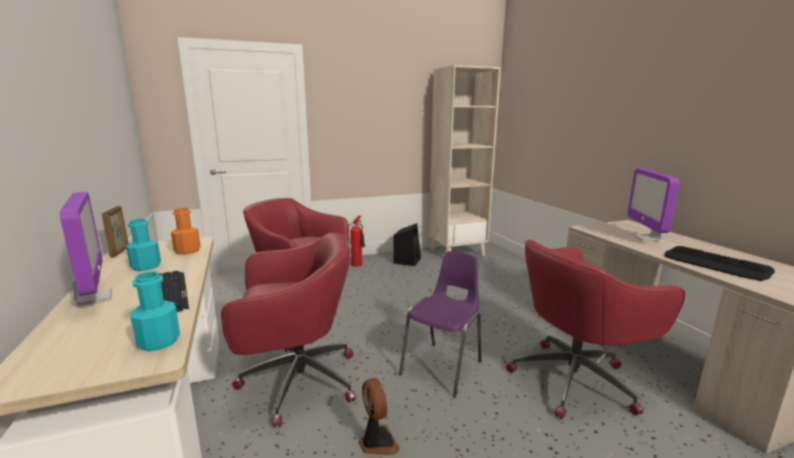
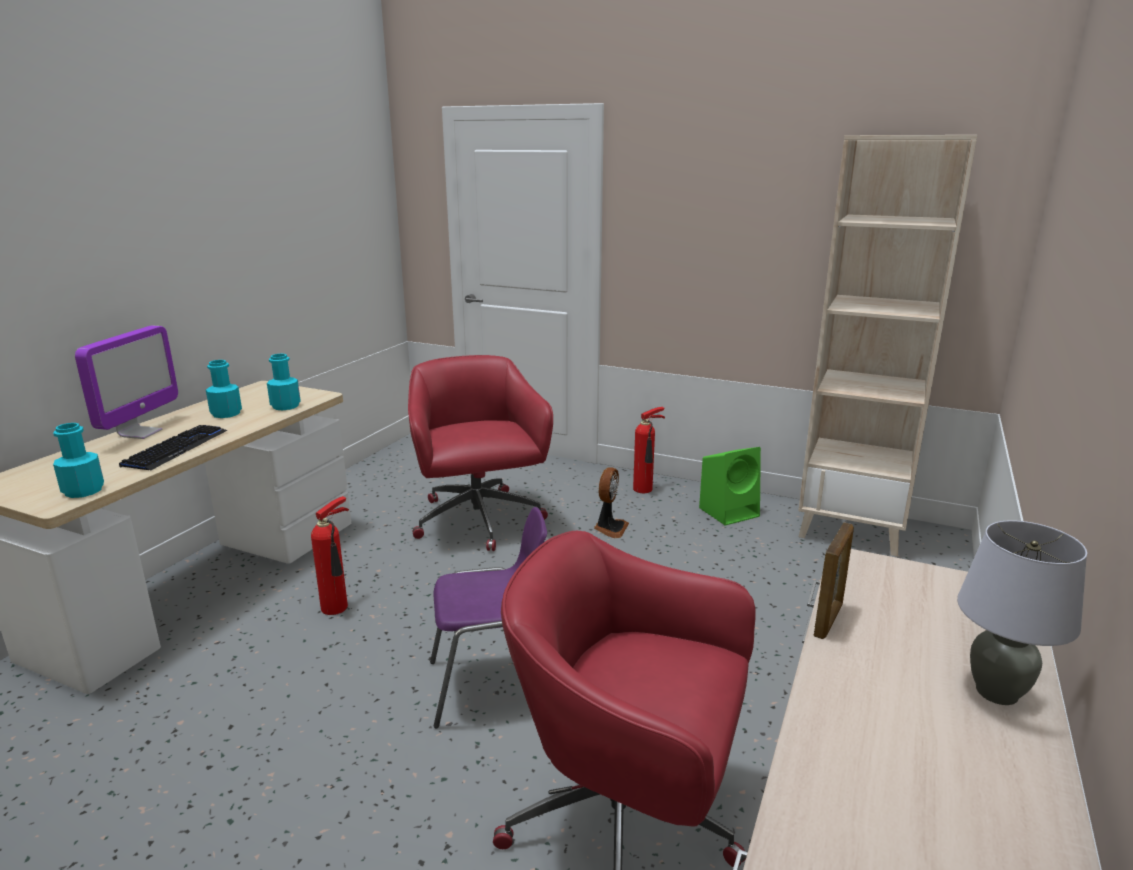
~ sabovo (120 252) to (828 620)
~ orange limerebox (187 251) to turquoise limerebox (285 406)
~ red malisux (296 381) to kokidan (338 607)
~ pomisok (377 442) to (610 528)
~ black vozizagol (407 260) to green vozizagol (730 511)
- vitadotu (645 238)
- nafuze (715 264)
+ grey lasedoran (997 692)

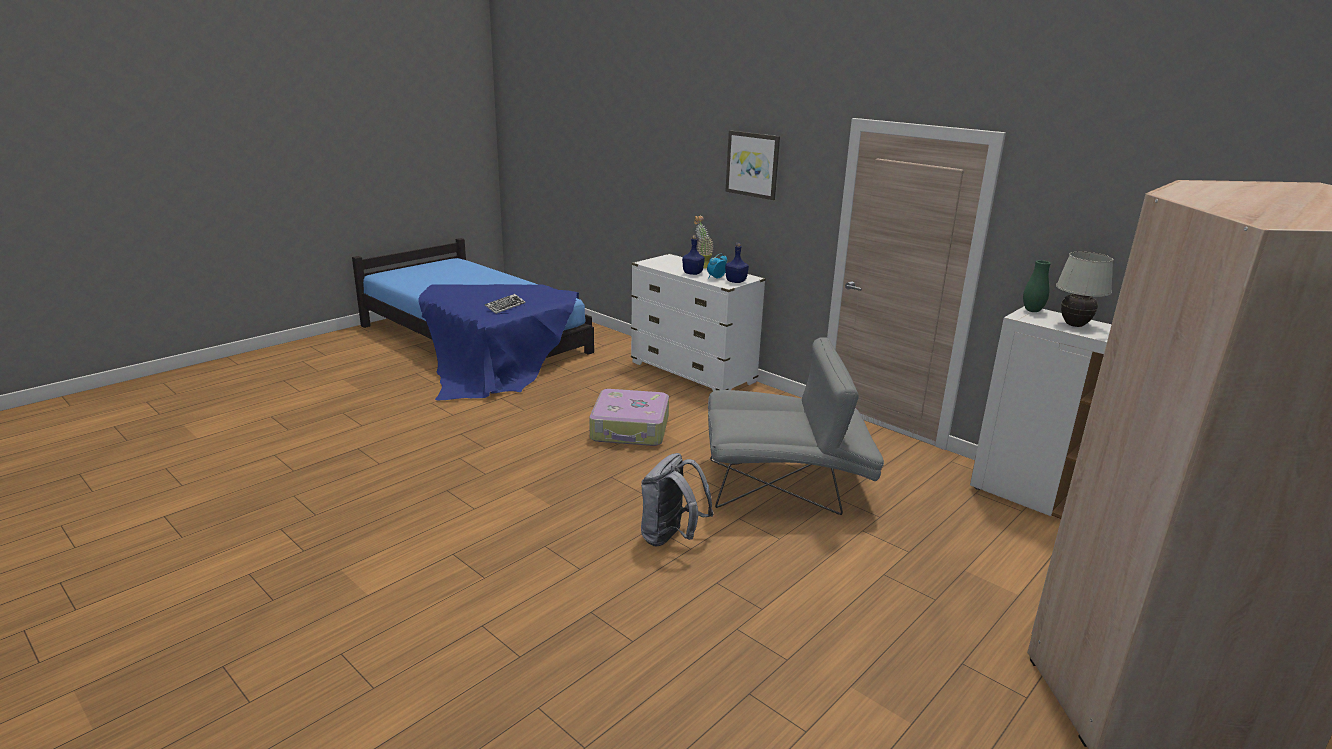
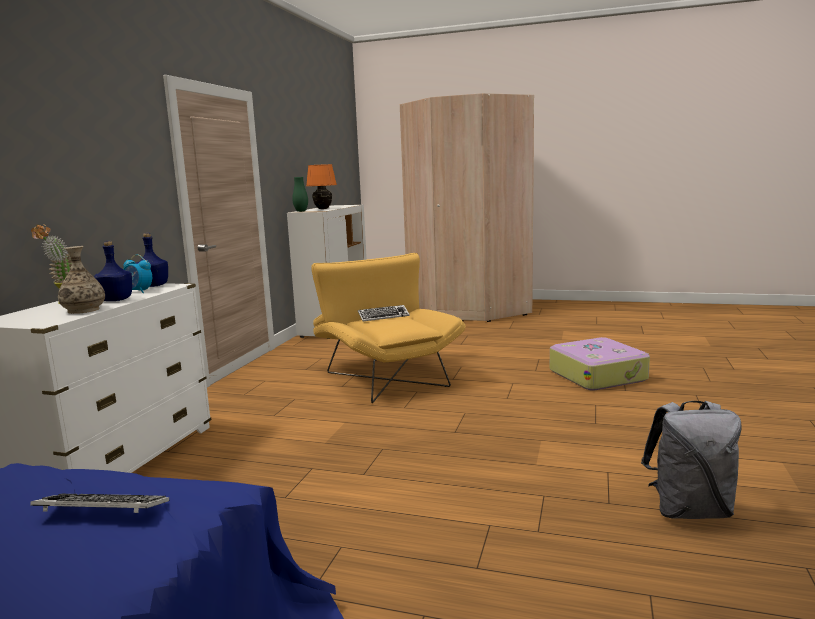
~ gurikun (630 429) to (598 375)
~ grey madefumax (671 538) to (689 510)
~ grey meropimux (785 485) to yellow meropimux (384 376)
- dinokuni (753 164)
~ white lasedoran (1074 325) to orange lasedoran (323 209)
+ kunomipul (83 310)
+ nafuze (383 316)

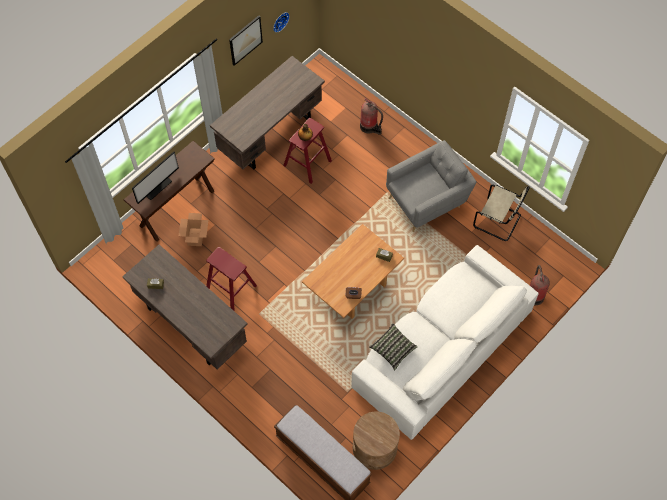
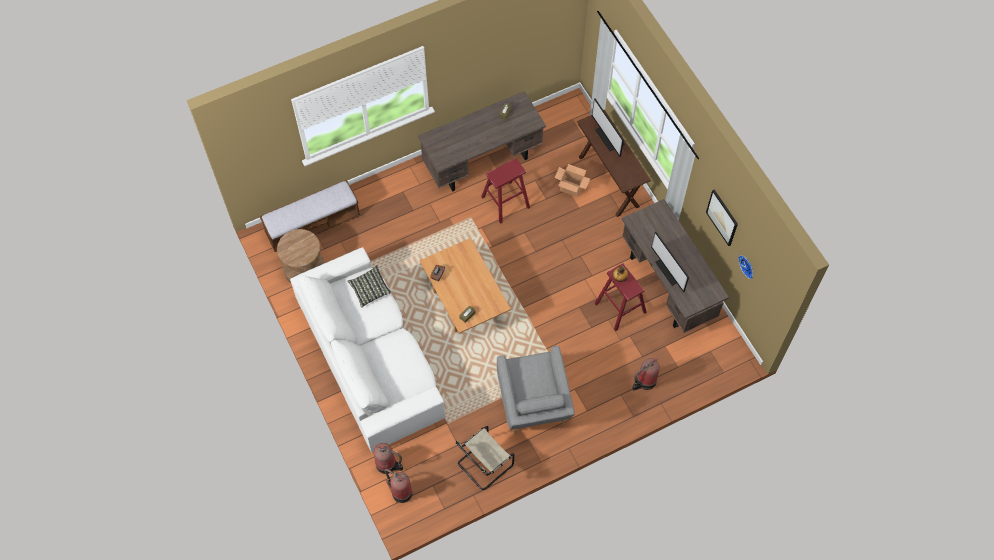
+ kokidan (400 492)
+ vitadotu (670 270)

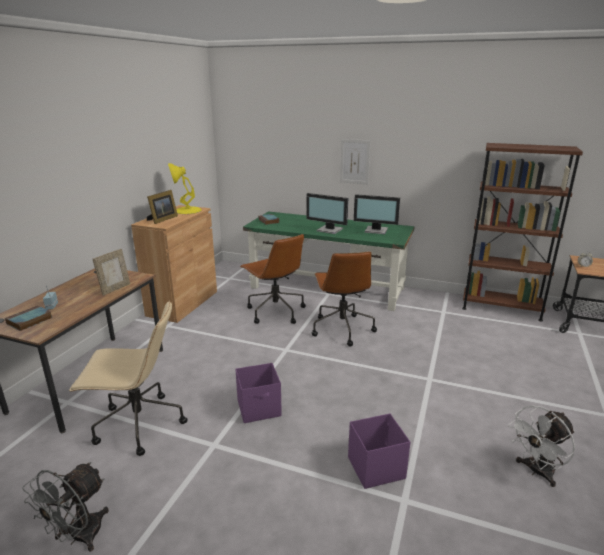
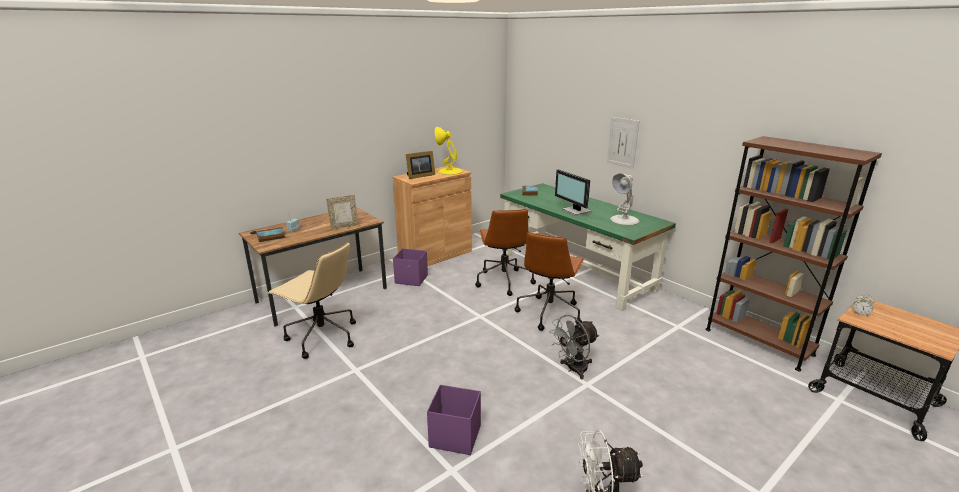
~ grey pomisok (79 537) to (573 369)
~ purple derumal (259 408) to (411 279)
~ vitadotu (376 231) to white lasedoran (624 220)

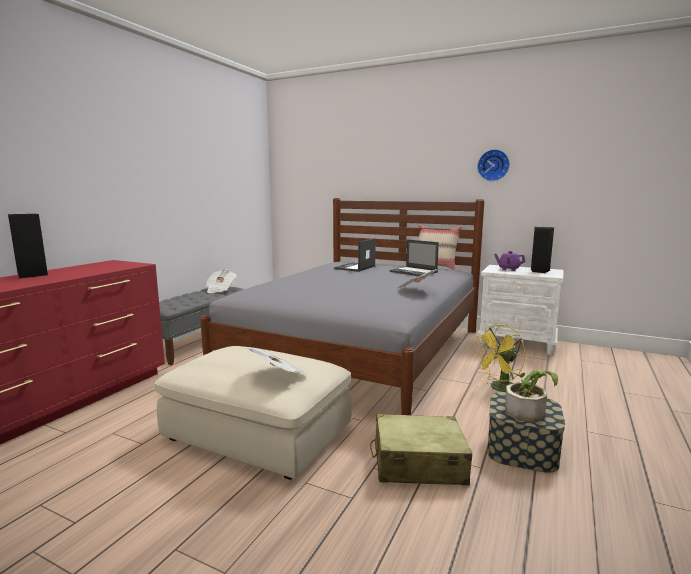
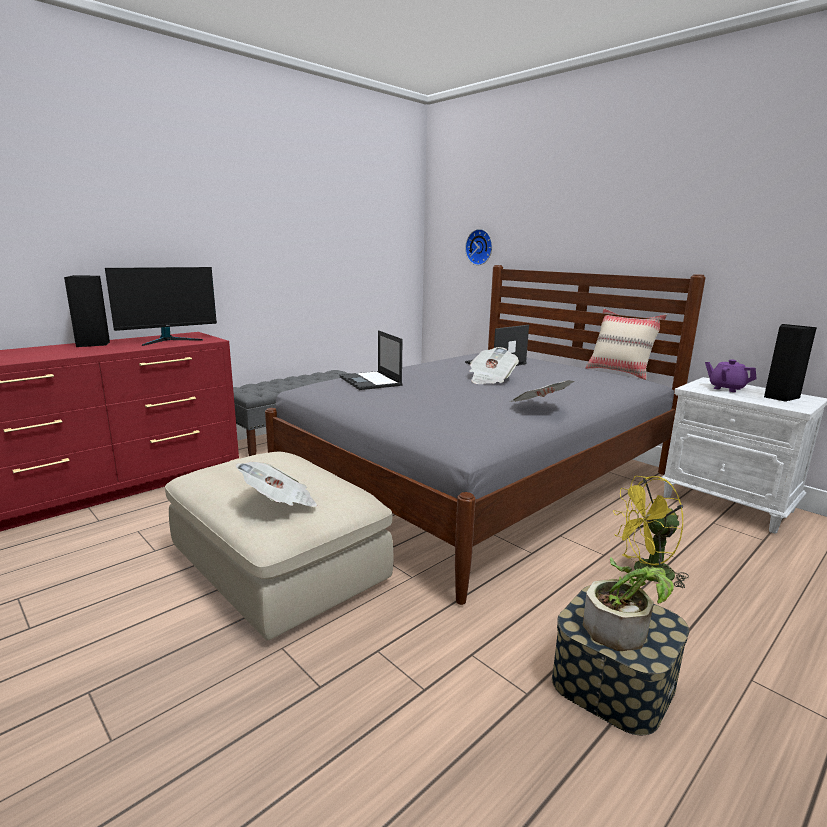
~ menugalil (220 289) to (490 379)
- beige gurikun (418 463)
~ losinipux (414 272) to (370 381)
~ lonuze (493 165) to (480 247)
+ vitadotu (169 340)

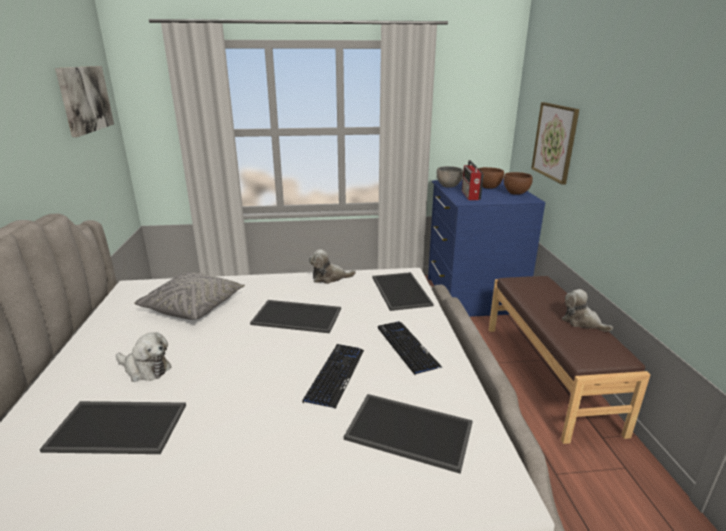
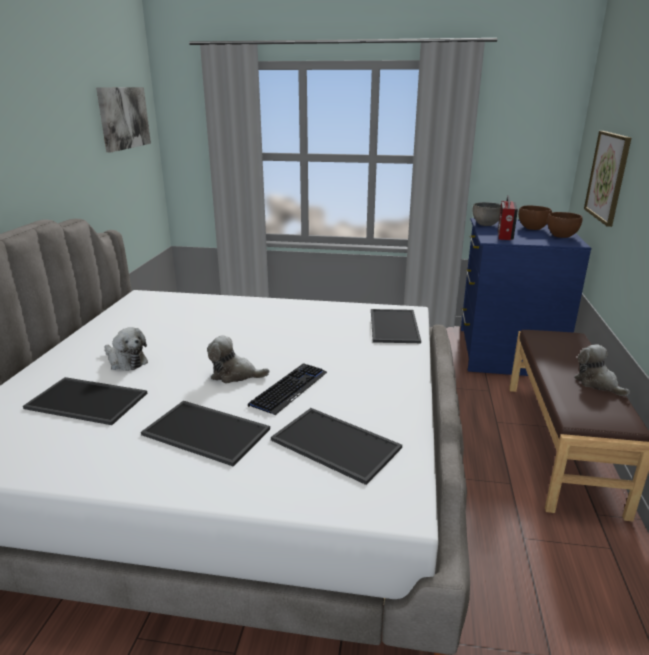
- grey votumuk (194 306)
~ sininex (298 316) to (208 431)
~ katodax (329 278) to (235 375)
- nafuze (407 347)

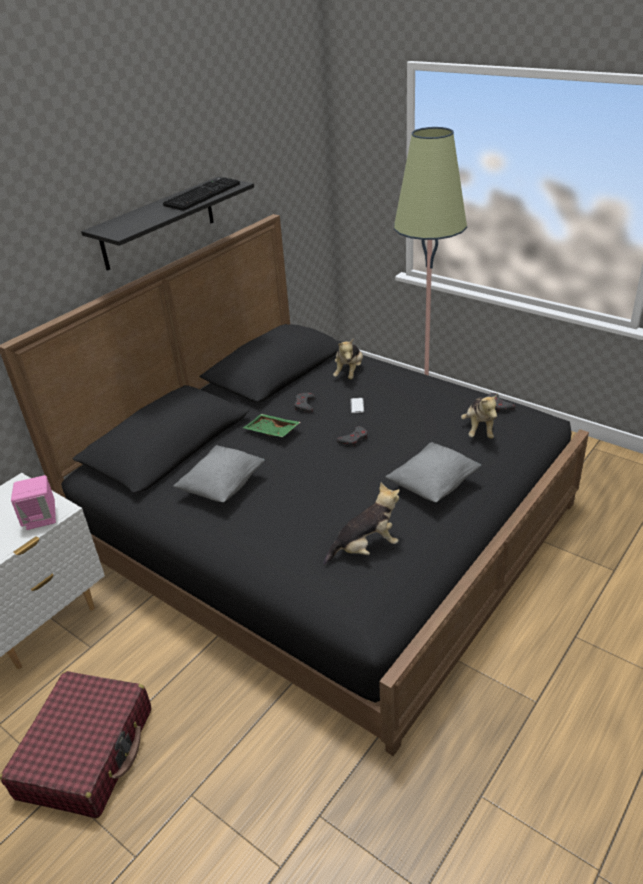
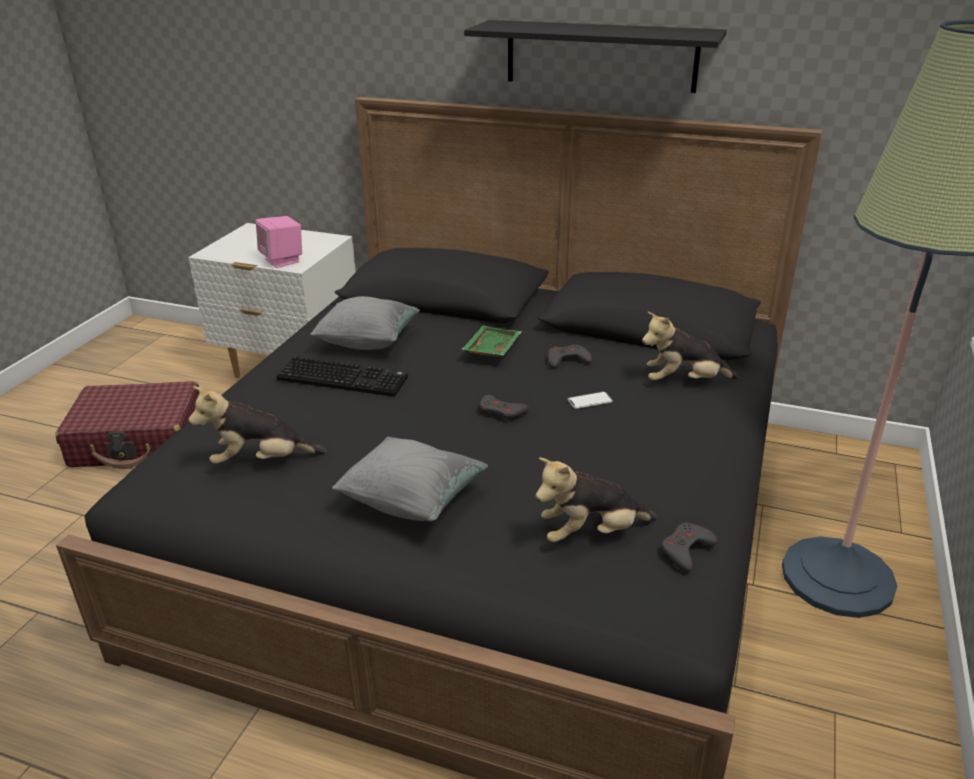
~ nafuze (202 194) to (344 377)
~ katodax (365 548) = (261 461) 120 degrees clockwise

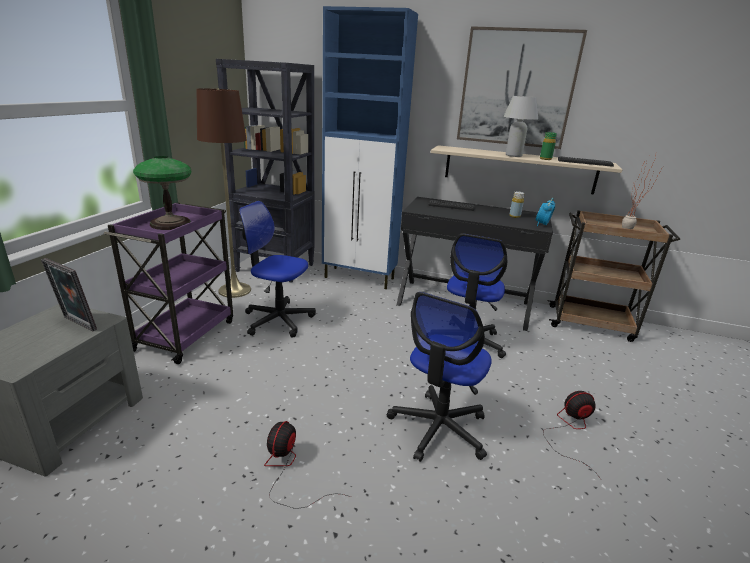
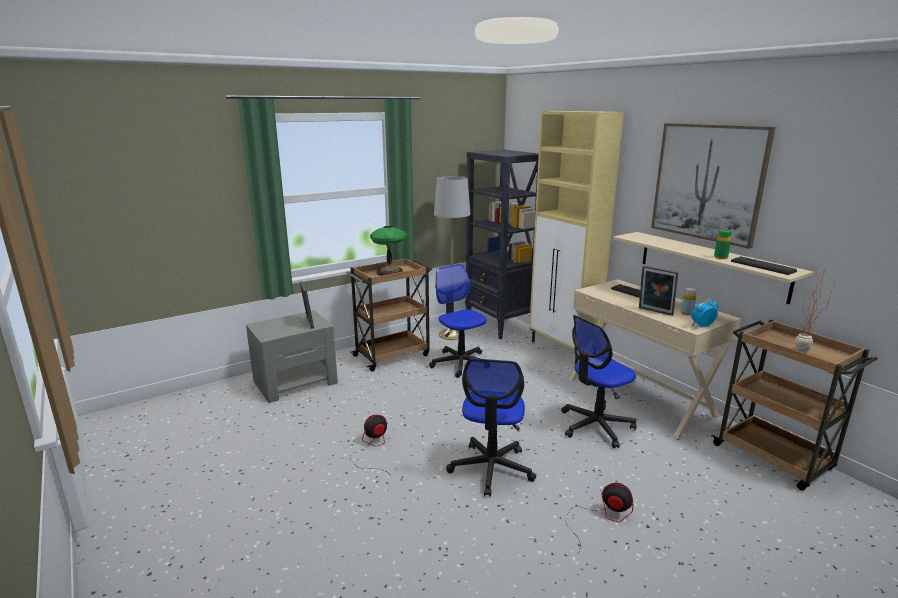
~ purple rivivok (186 334) to brown rivivok (392 355)
~ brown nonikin (235 290) to grey nonikin (451 334)
~ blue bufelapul (360 278) to beige bufelapul (563 350)
~ malisux (438 428) = (491 469) 60 degrees counterclockwise
~ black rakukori (463 303) to beige rakukori (640 396)
- white lasedoran (513 155)
+ sabovo (655 312)

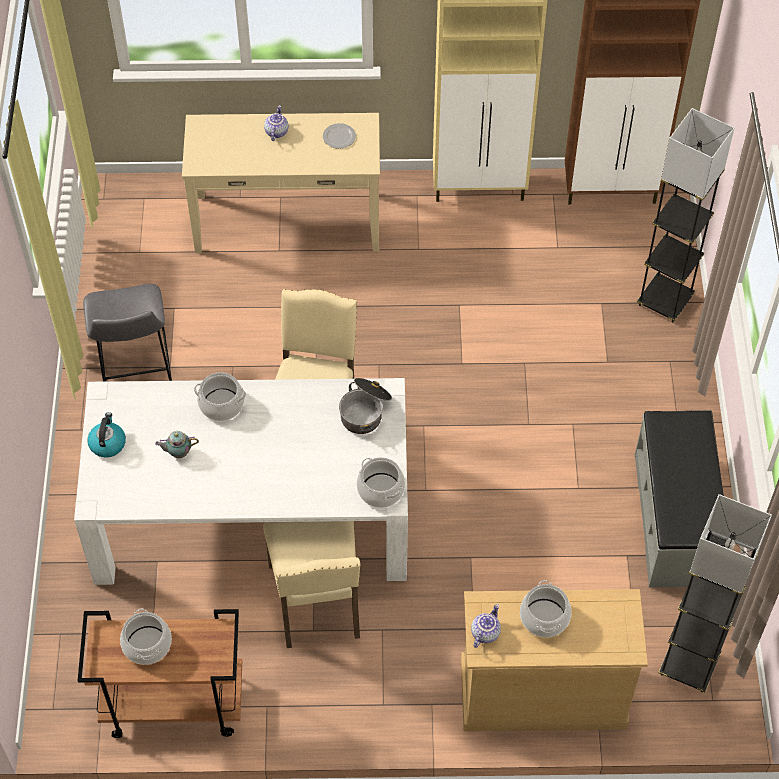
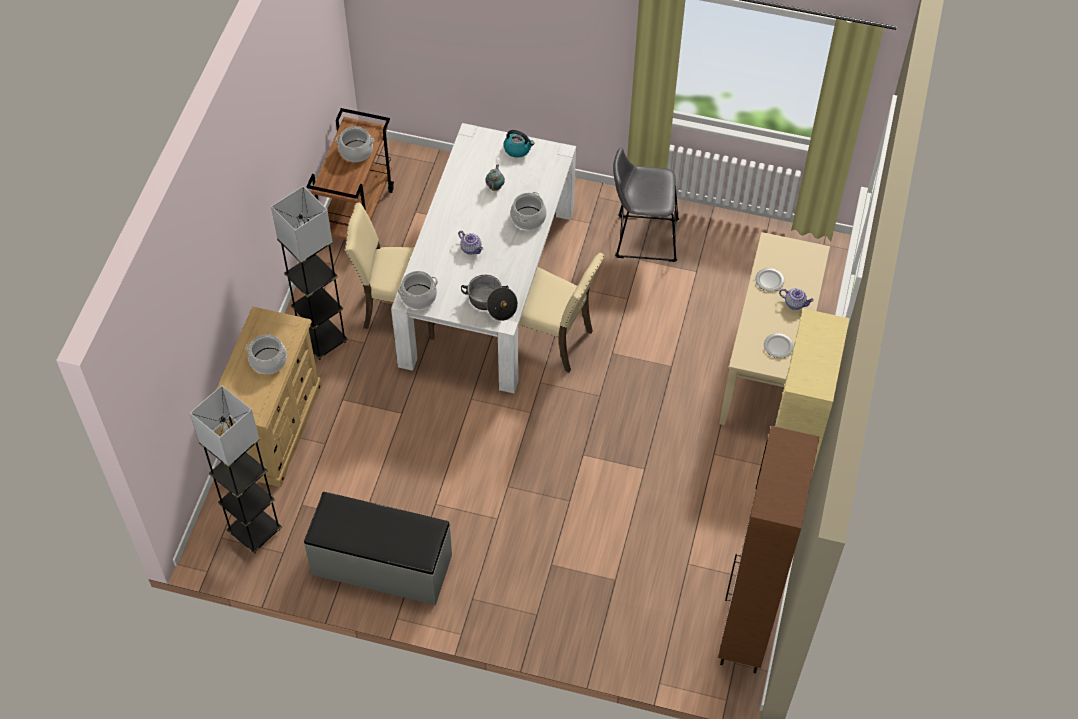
~ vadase (484 632) to (471 248)
~ grey nonikin (664 301) to (322 341)
+ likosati (769 280)

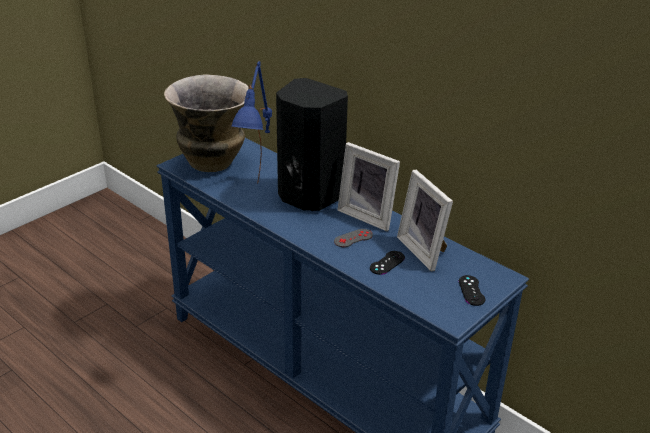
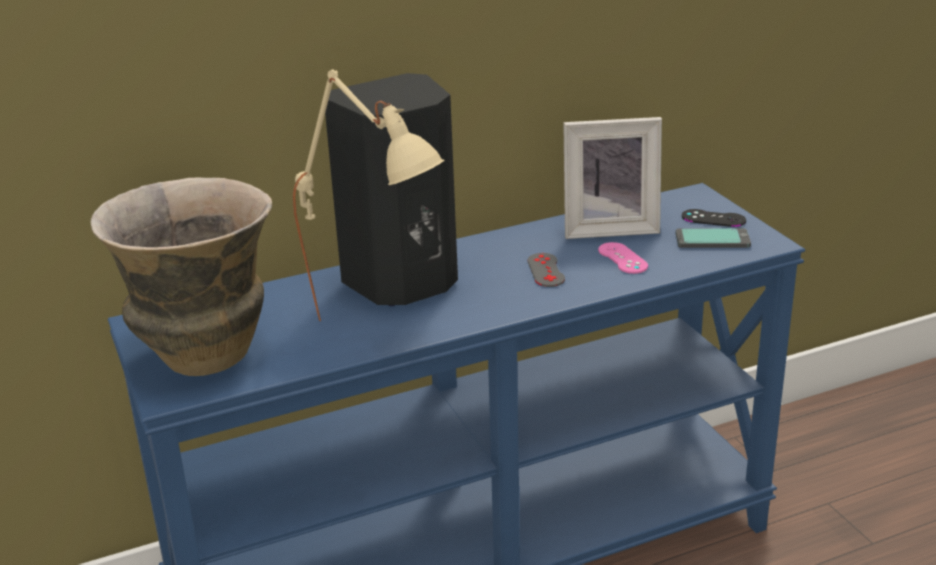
~ blue lasedoran (260 200) to beige lasedoran (377 327)
- sabovo (369 215)
~ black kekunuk (387 263) to pink kekunuk (622 258)
+ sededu (712 240)

